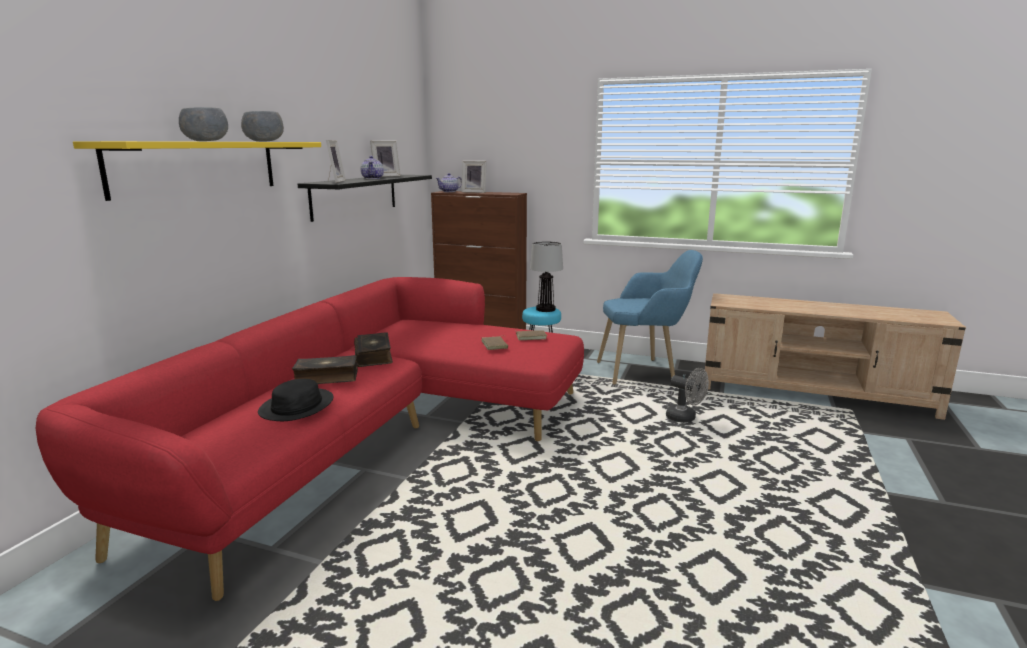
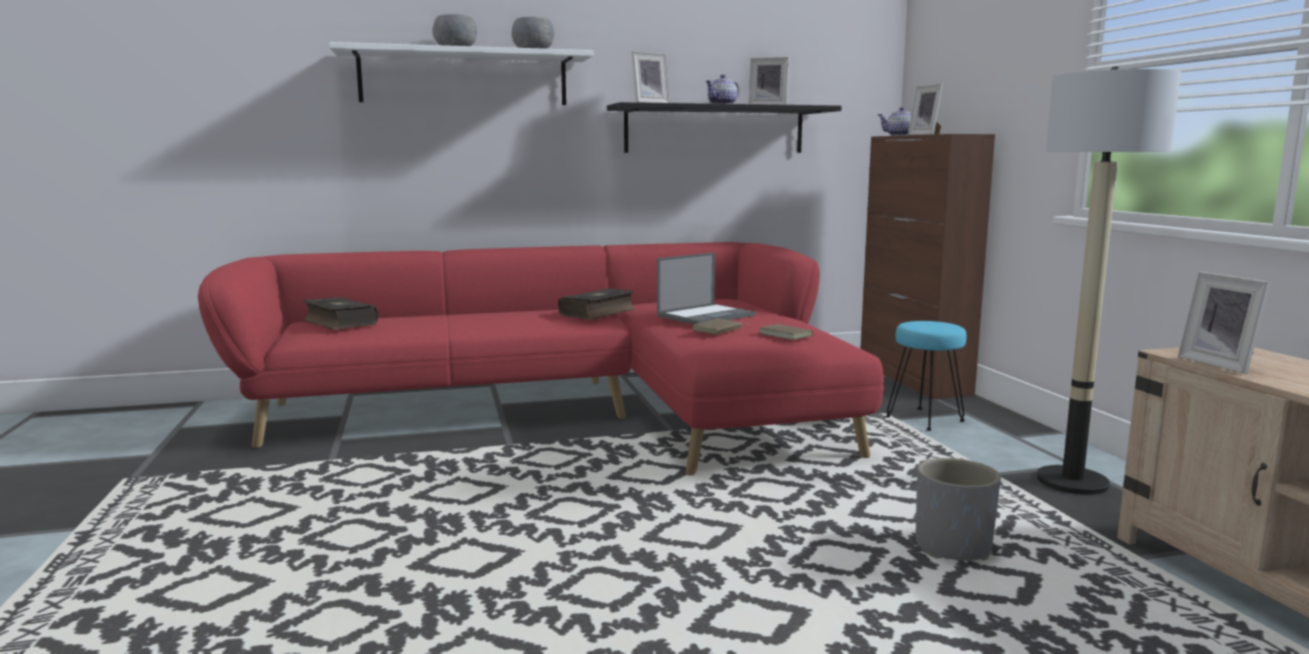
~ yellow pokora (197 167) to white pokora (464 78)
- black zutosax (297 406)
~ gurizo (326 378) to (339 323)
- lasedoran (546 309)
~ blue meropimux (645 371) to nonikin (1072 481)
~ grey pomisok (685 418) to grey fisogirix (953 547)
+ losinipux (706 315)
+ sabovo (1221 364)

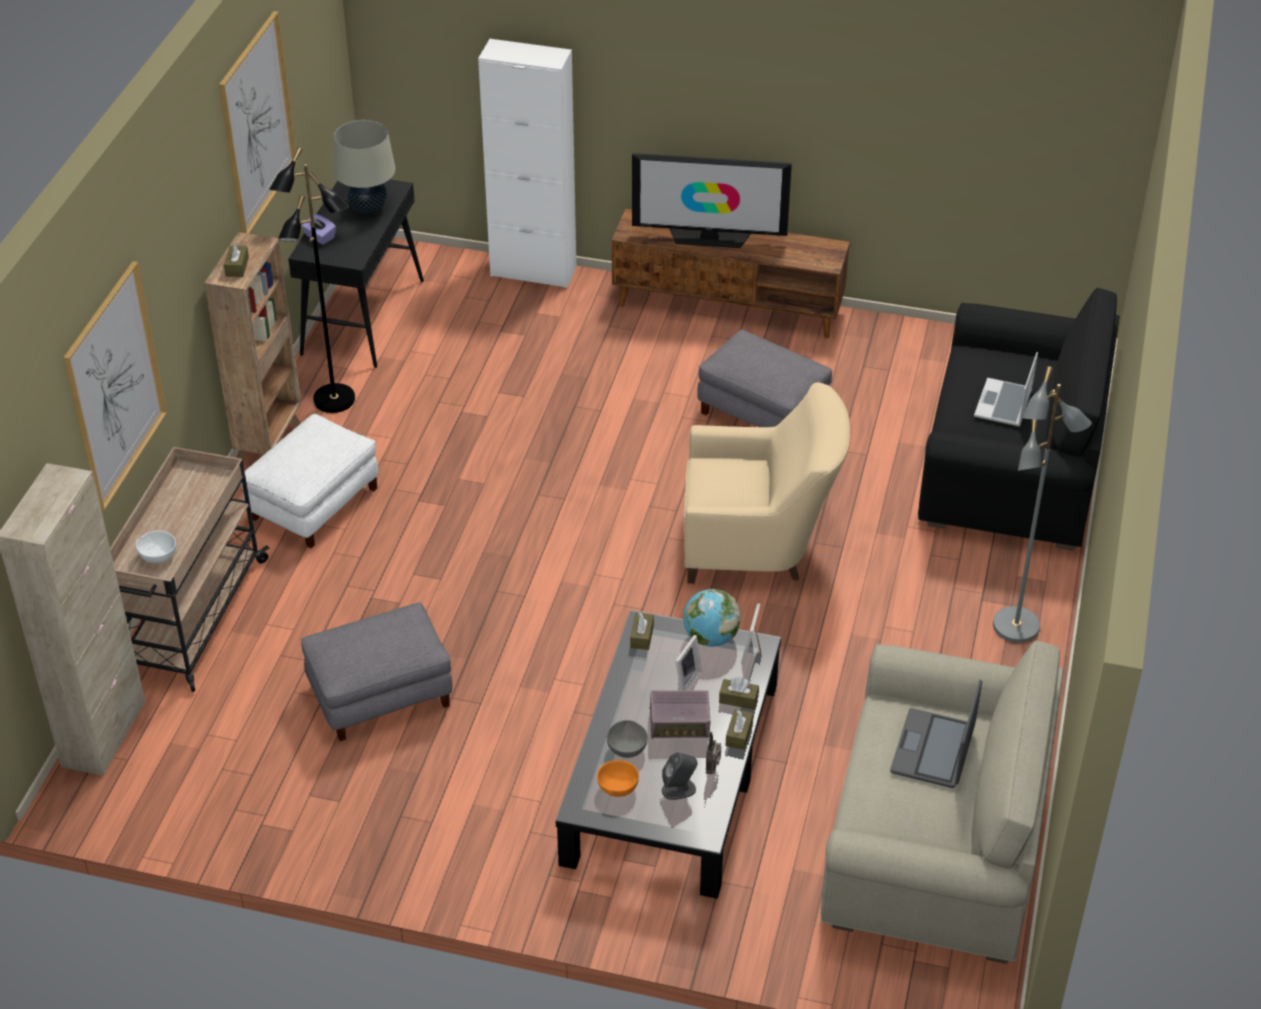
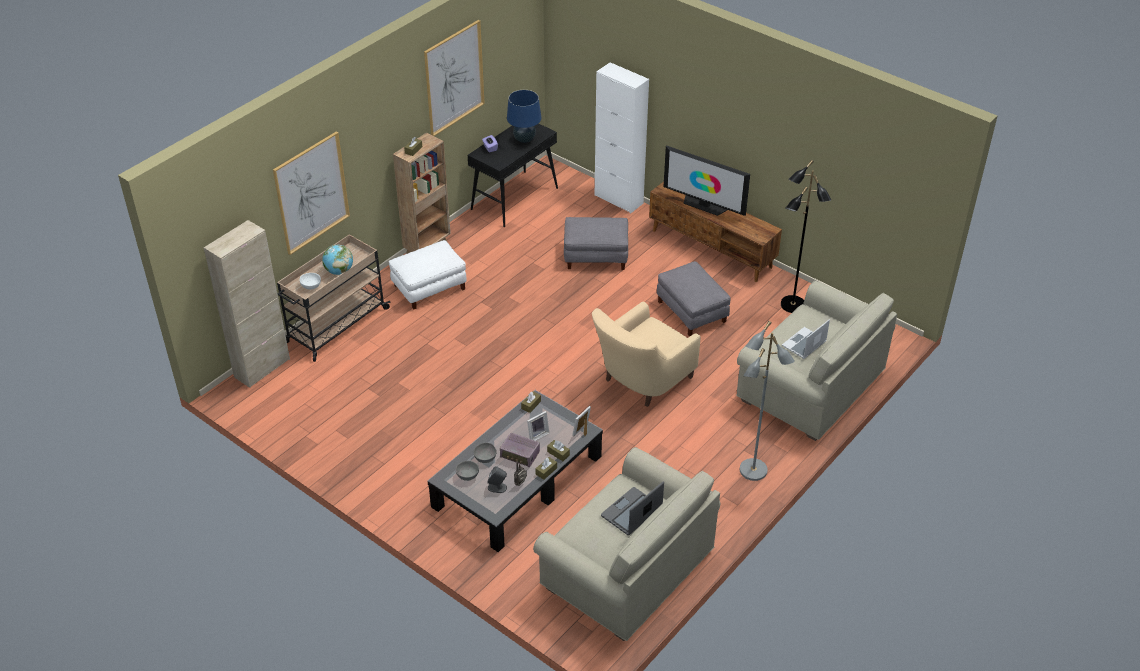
~ black nonikin (334 400) to (792 305)
~ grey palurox (381 693) to (596 256)
~ beige lasedoran (368 208) to blue lasedoran (524 139)
~ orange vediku (616 788) to grey vediku (467 476)
~ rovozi (710 638) to (339 271)
~ beige meropimux (759 545) = (641 381) 105 degrees clockwise
~ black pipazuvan (1010 470) to beige pipazuvan (810 385)

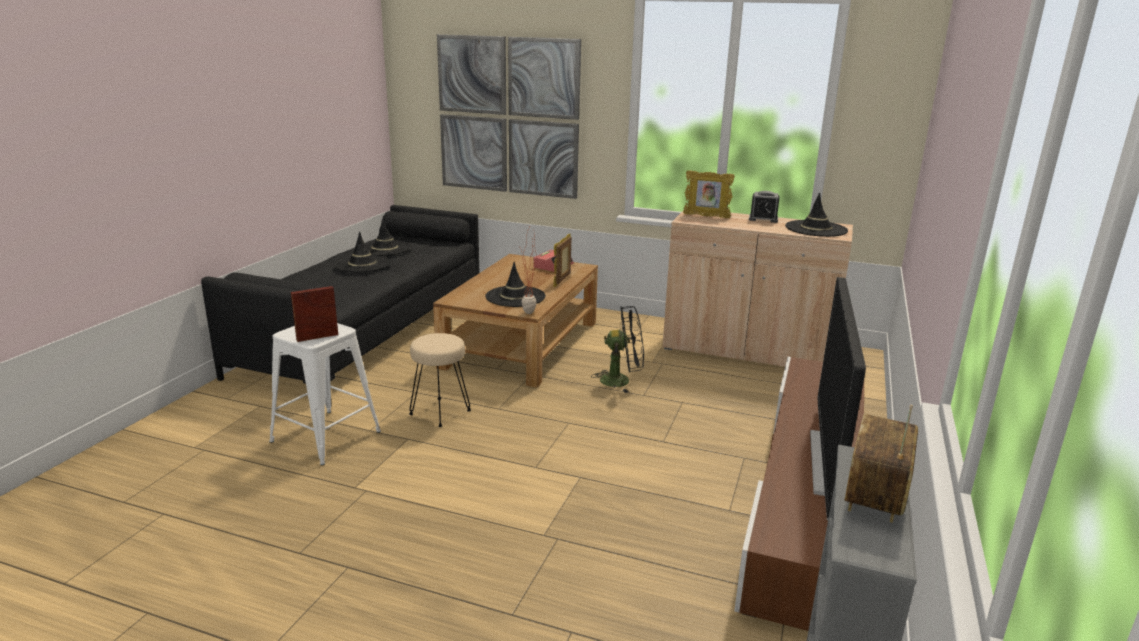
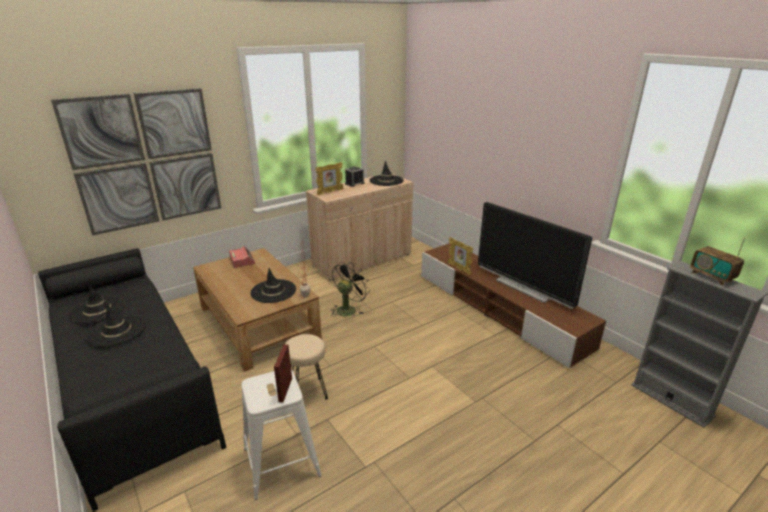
~ sabovo (562 281) to (459 269)

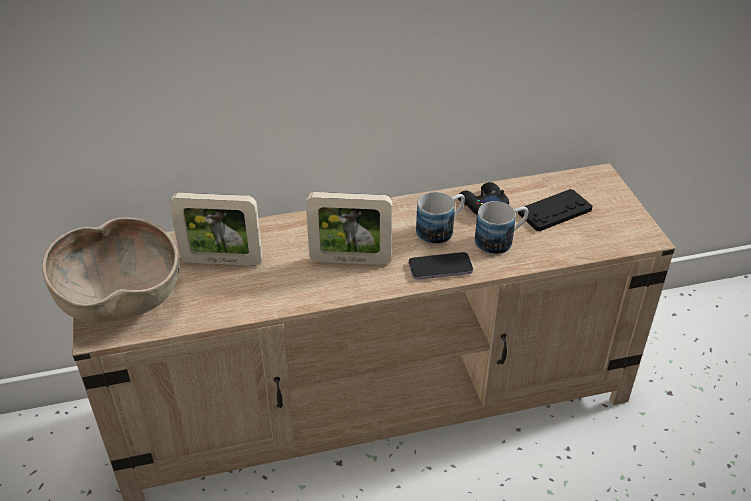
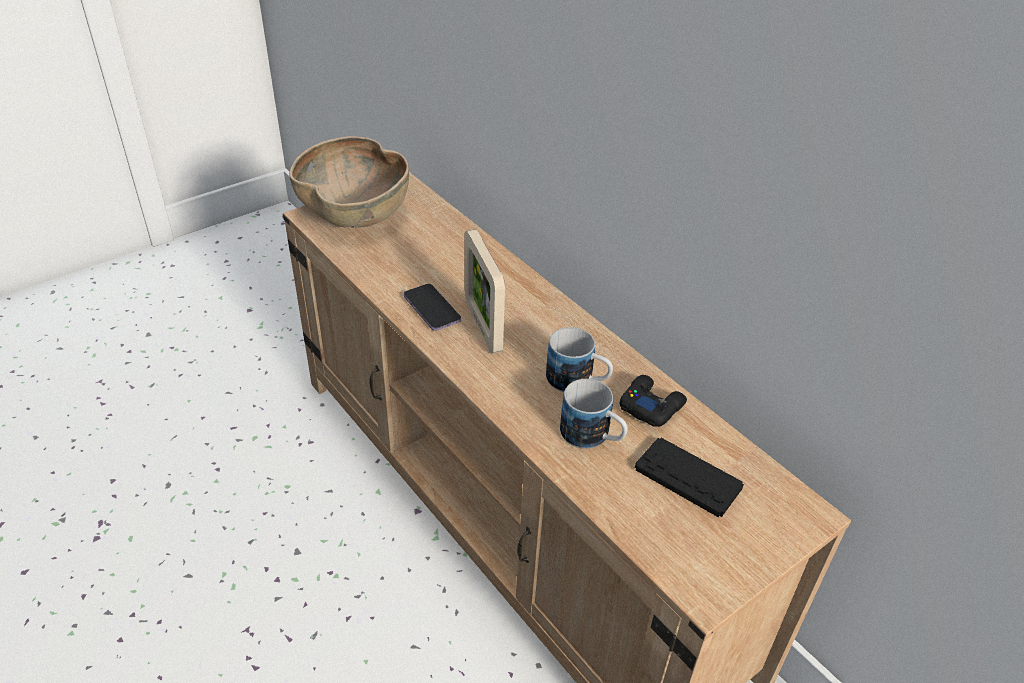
- sabovo (222 261)
~ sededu (440 268) to (432 309)

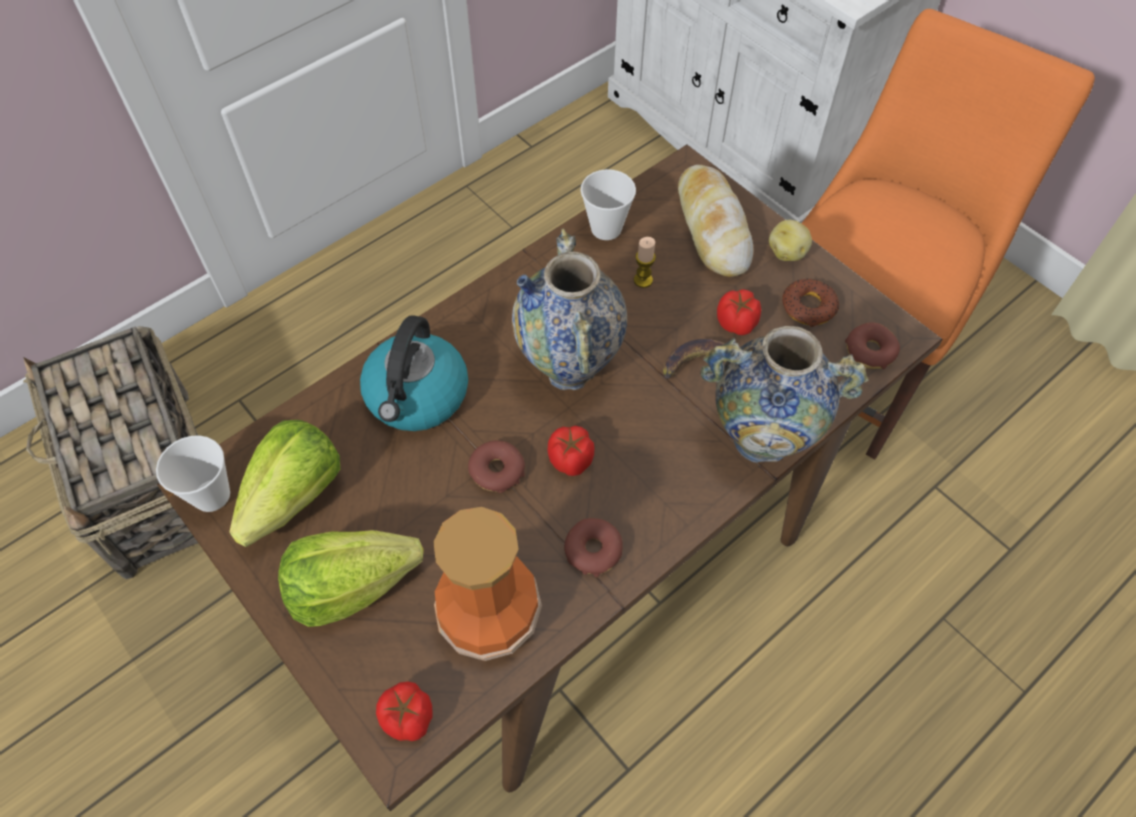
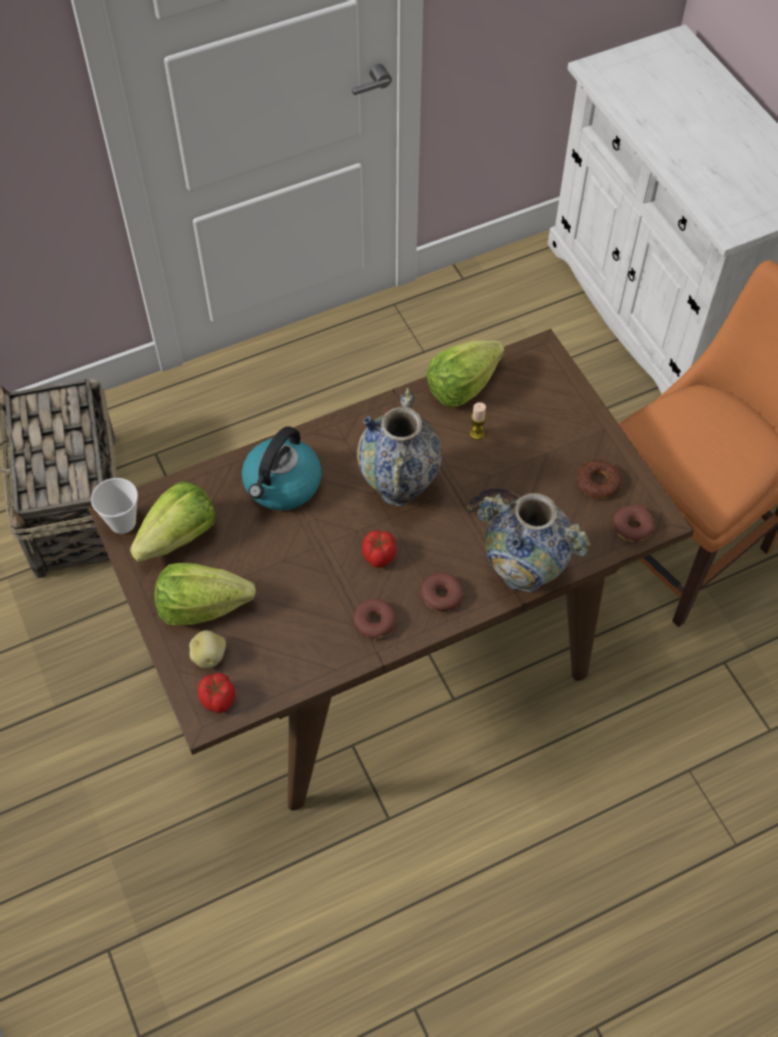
- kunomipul (492 614)
~ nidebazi (497 471) to (441 595)
~ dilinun (606 228) to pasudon (462 386)
- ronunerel (712 228)
- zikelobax (736 323)
~ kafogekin (787 252) to (209 656)

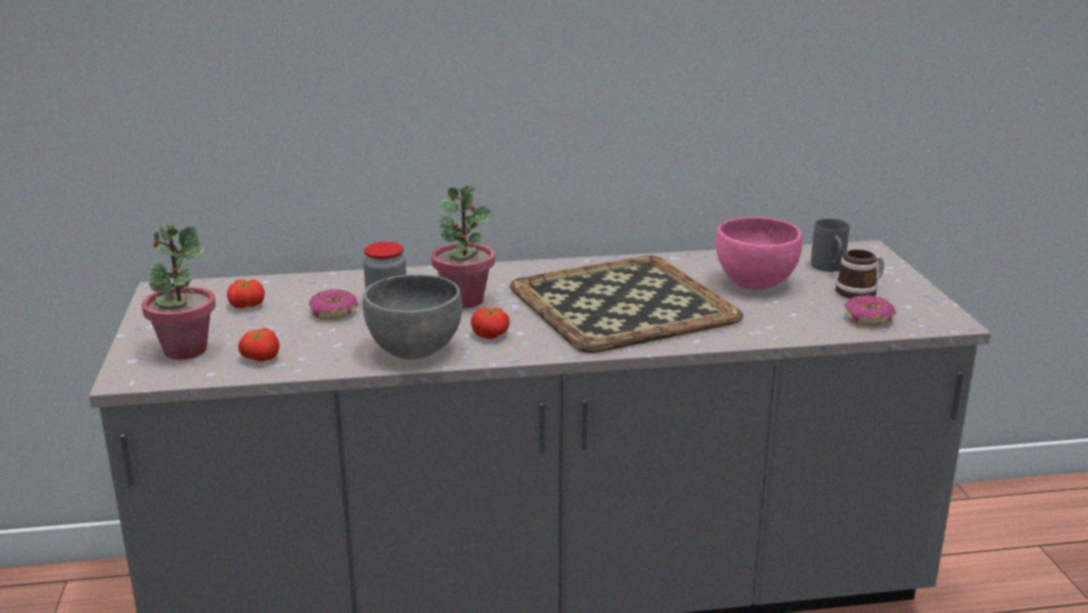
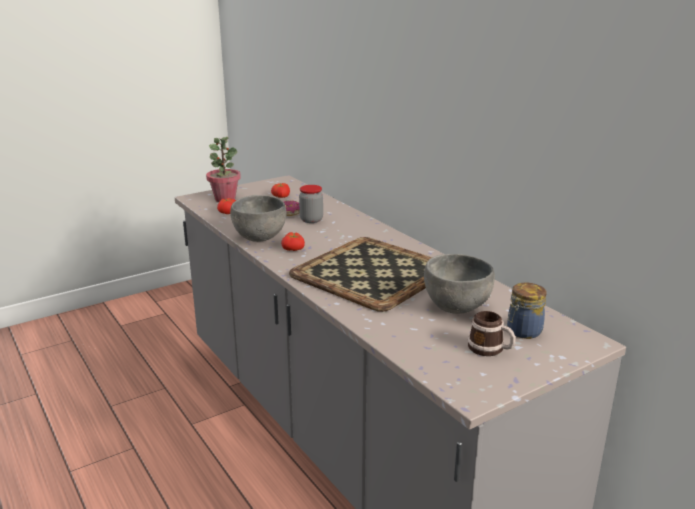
- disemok (464 300)
~ pink vediku (755 283) to grey vediku (455 307)
~ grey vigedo (830 269) to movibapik (522 331)
- nidebazi (869 319)

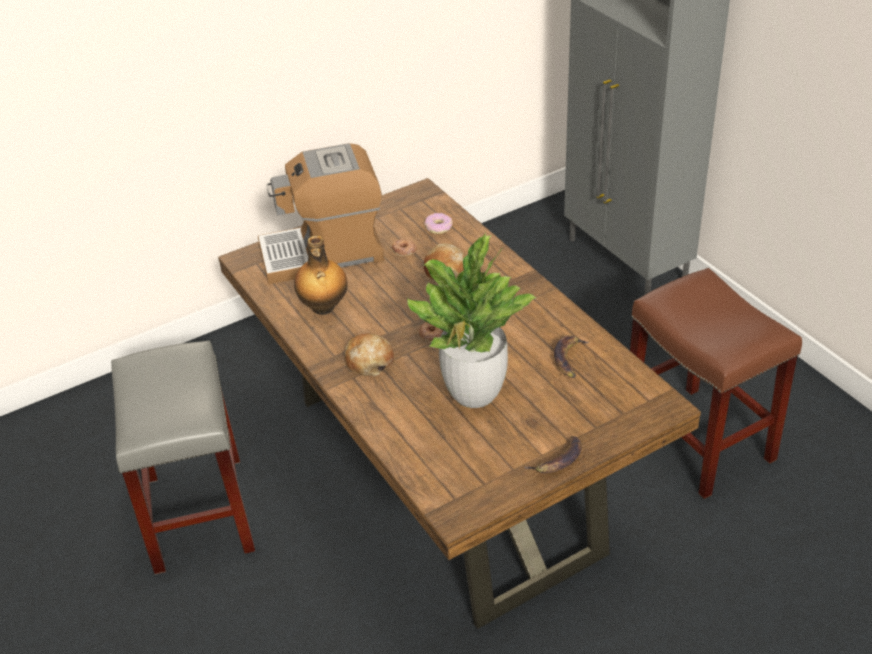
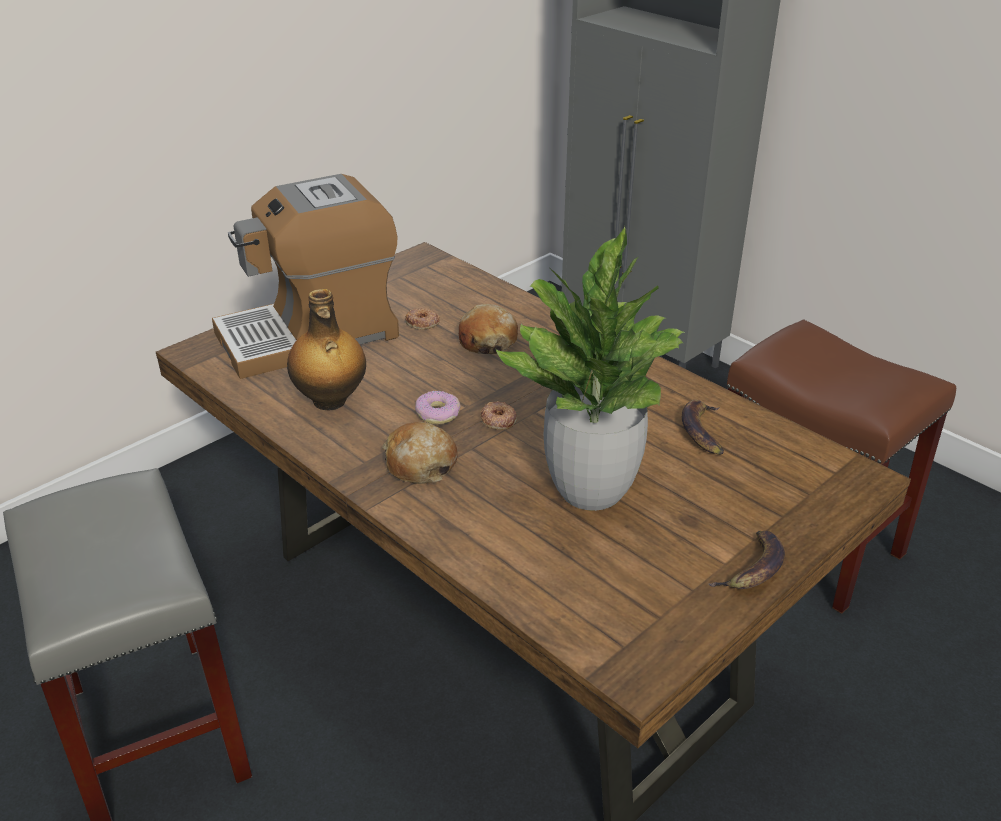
~ nidebazi (438 227) to (438 413)

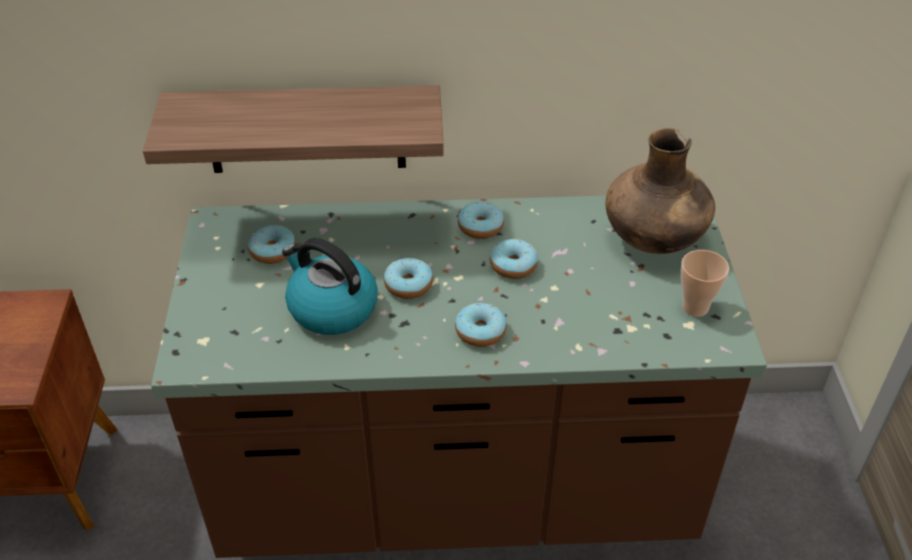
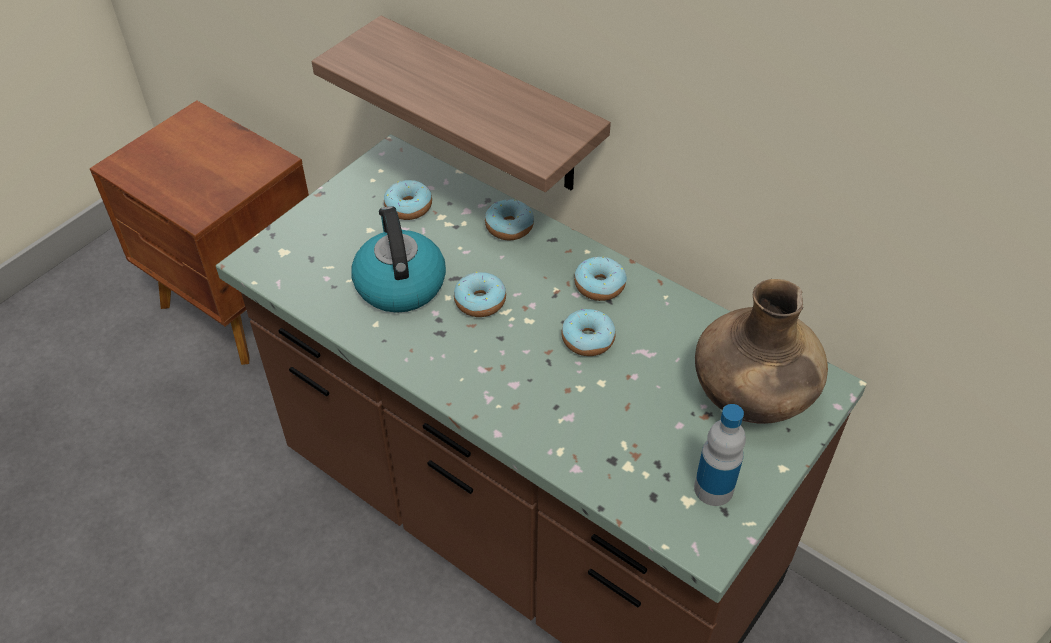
~ nidebazi (480 331) to (509 227)
~ dilinun (695 307) to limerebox (713 489)

